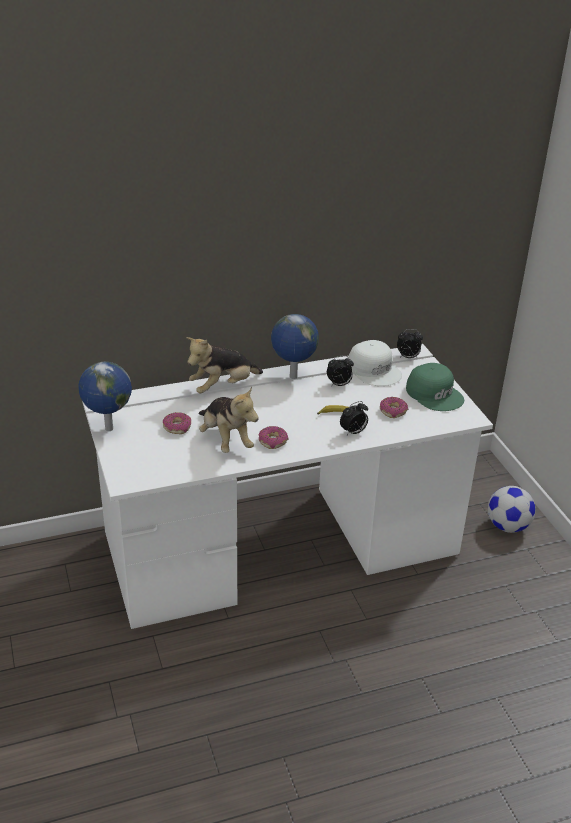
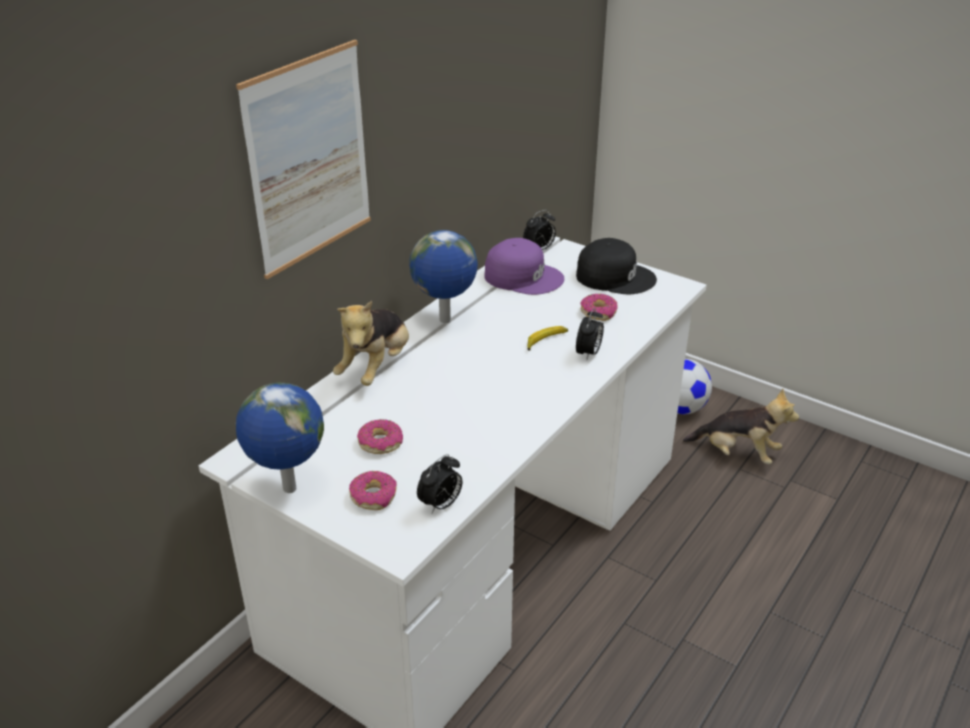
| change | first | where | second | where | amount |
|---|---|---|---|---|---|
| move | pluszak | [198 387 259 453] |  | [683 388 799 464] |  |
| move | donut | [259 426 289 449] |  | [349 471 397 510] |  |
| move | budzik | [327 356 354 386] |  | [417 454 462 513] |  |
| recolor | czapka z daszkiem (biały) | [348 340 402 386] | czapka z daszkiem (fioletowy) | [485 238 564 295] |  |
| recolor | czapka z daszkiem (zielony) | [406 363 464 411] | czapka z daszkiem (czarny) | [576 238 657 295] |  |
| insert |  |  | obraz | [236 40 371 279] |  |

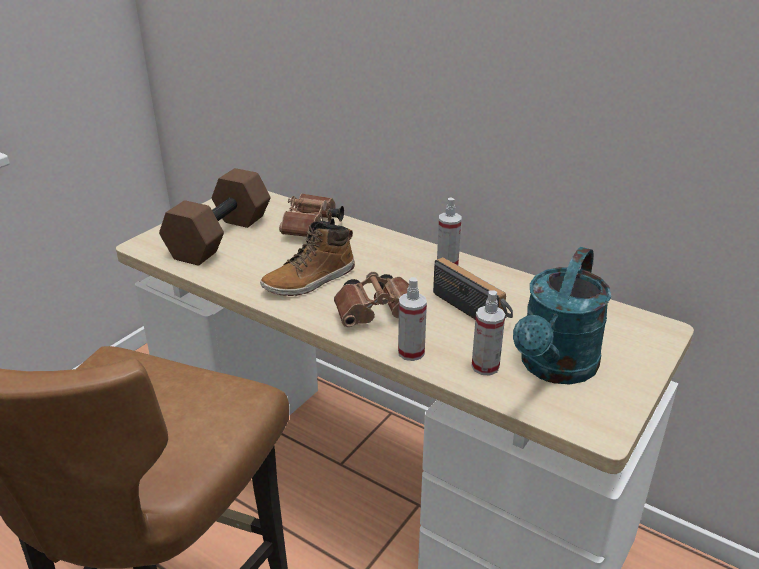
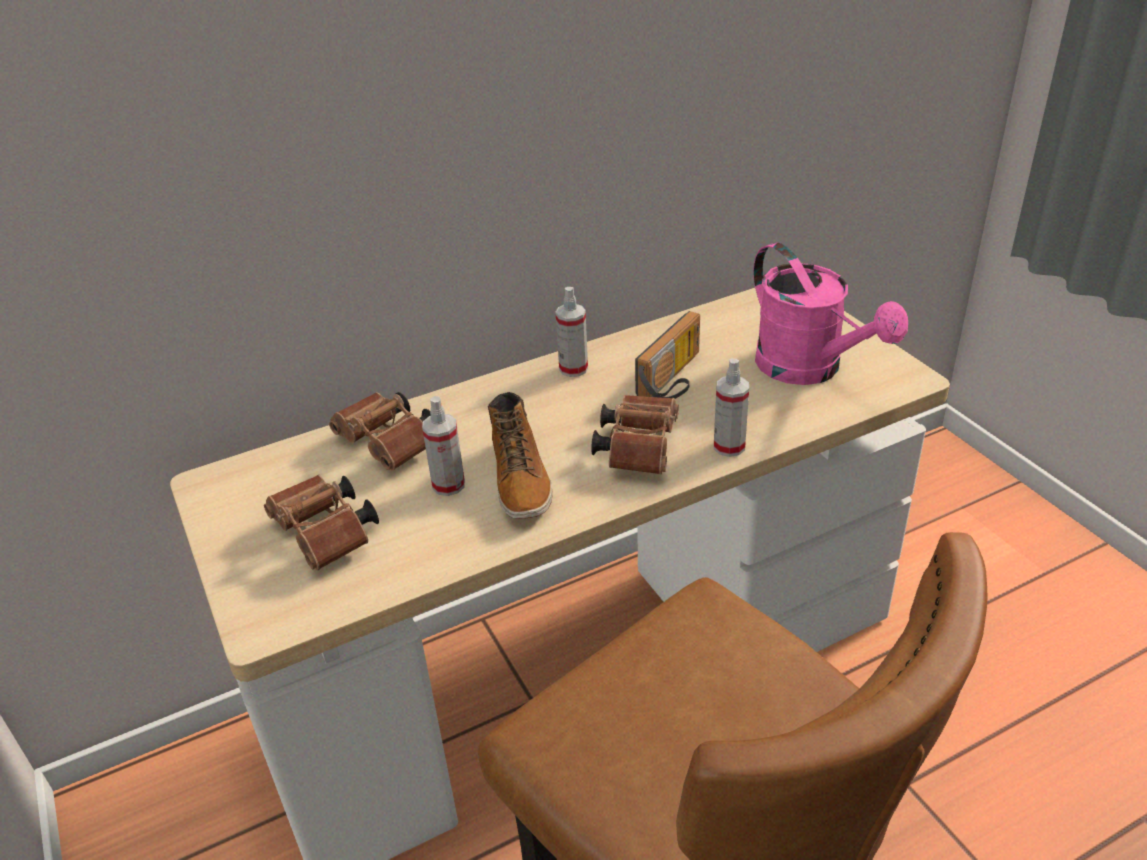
| change | first | where | second | where | amount |
|---|---|---|---|---|---|
| replace | hantel (brązowy) | [159 168 270 266] | lornetka (brązowy) | [264 475 379 570] |  |
| rotate | radio | [433 257 513 319] |  | [635 311 700 399] | 135 degrees clockwise |
| move | spryskiwacz | [472 290 505 375] |  | [422 396 465 496] |  |
| recolor | konewka (turkusowy) | [513 247 611 385] | konewka (różowy) | [753 243 908 385] |  |

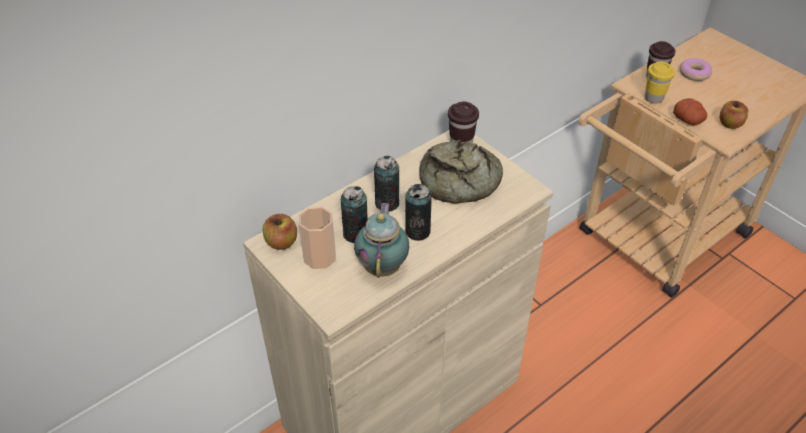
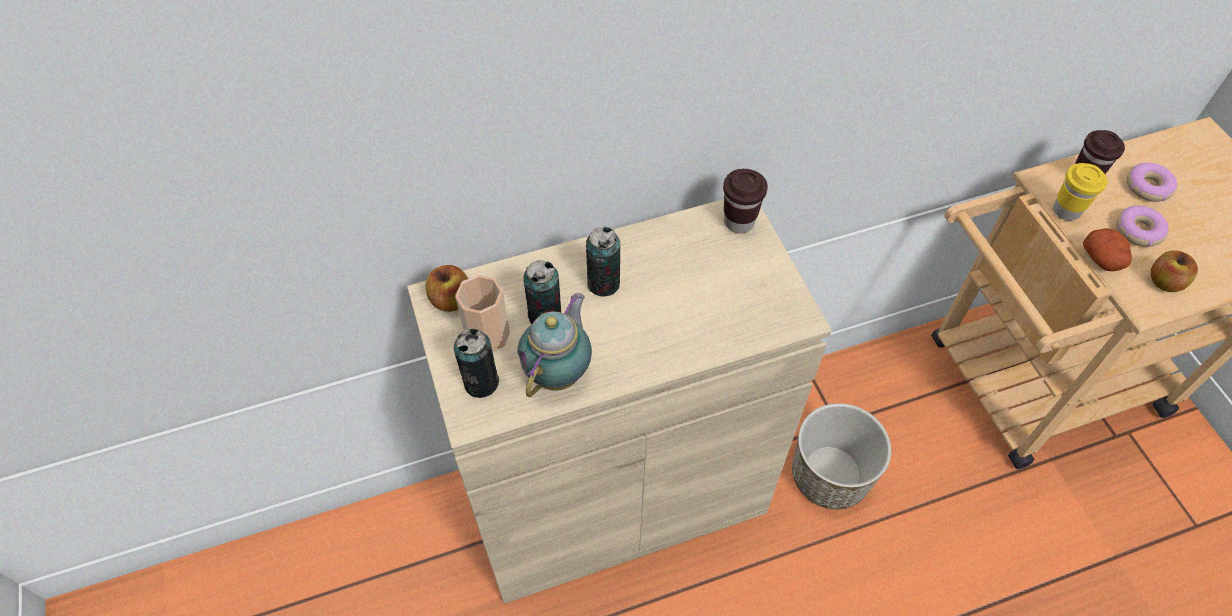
| change | first | where | second | where | amount |
|---|---|---|---|---|---|
| move | puszka | [405 184 432 241] |  | [454 328 499 398] |  |
| delete | chleb | [419 140 503 203] |  |  |  |
| insert |  |  | donica | [792 403 891 509] |  |
| insert |  |  | donut | [1116 205 1169 247] |  |

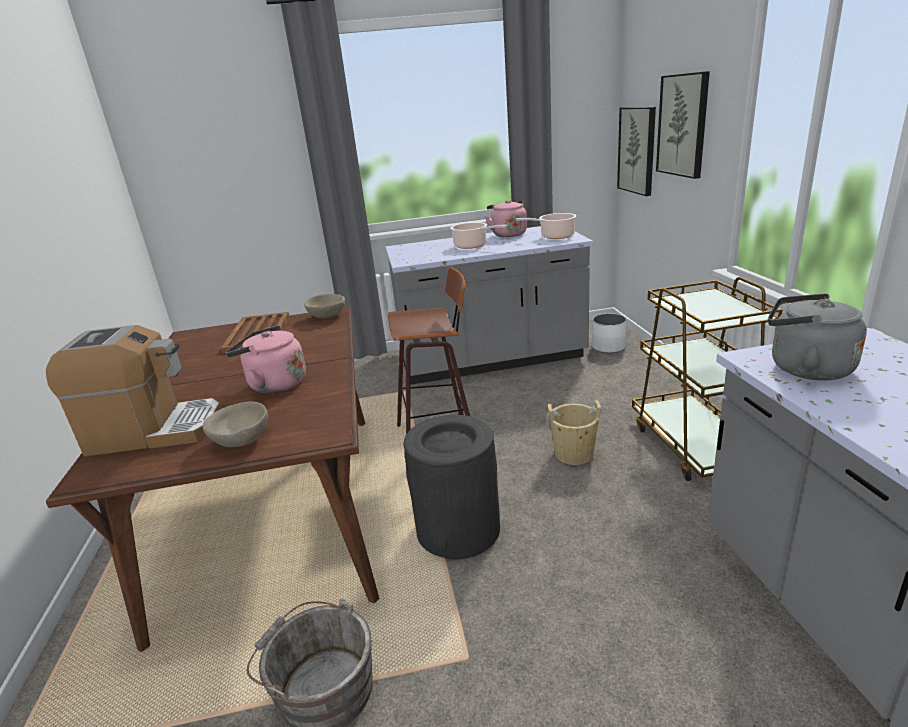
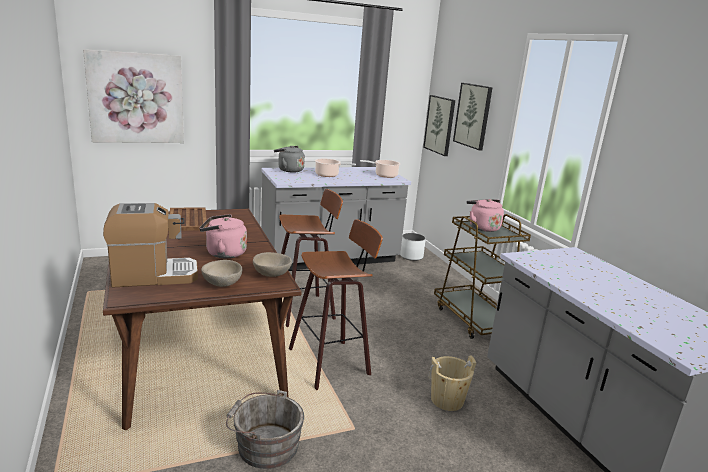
| change | first | where | second | where | amount |
|---|---|---|---|---|---|
| move | miska (beżowy) | [304 294 345 318] |  | [253 252 292 277] |  |
| replace | kosz na śmieci (czarny) | [403 415 500 560] | stołek | [289 219 383 390] |  |
| move | czajnik (różowy) | [485 200 527 237] |  | [467 199 504 232] |  |
| move | wiadro (beżowy) | [546 400 602 465] |  | [429 355 476 411] |  |
| move | czajnik (szary) | [768 294 867 380] |  | [274 146 305 172] |  |
| insert |  |  | obraz | [83 49 184 143] |  |

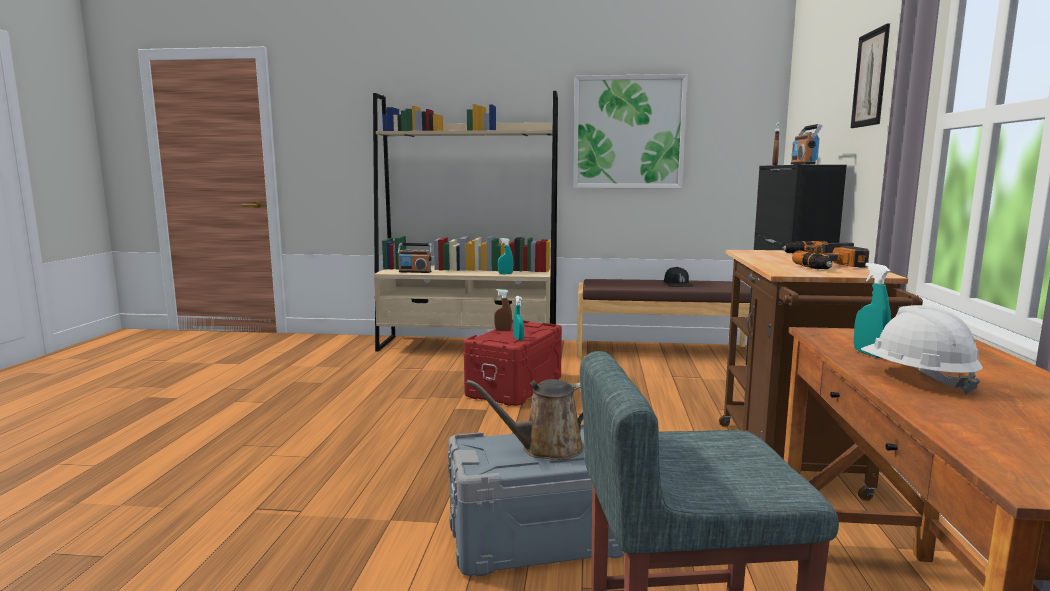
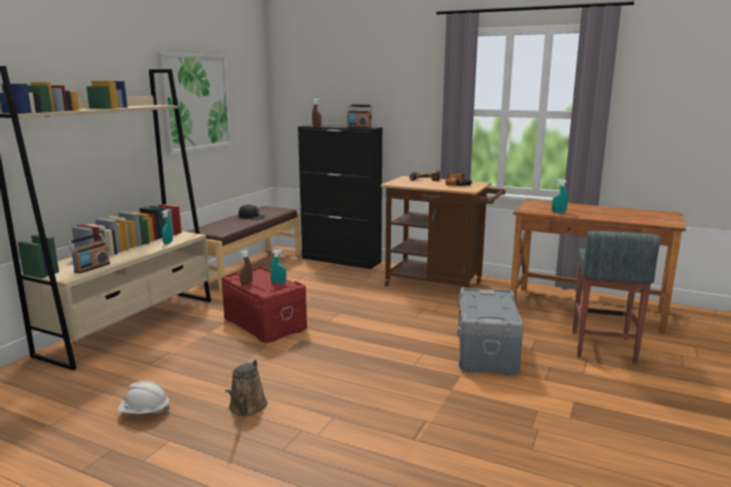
| change | first | where | second | where | amount |
|---|---|---|---|---|---|
| move | konewka (brązowy) | [466 379 584 460] |  | [225 359 268 416] |  |
| delete | obraz | [851 23 890 128] |  |  |  |
| move | kask (biały) | [861 305 983 394] |  | [118 381 170 414] |  |

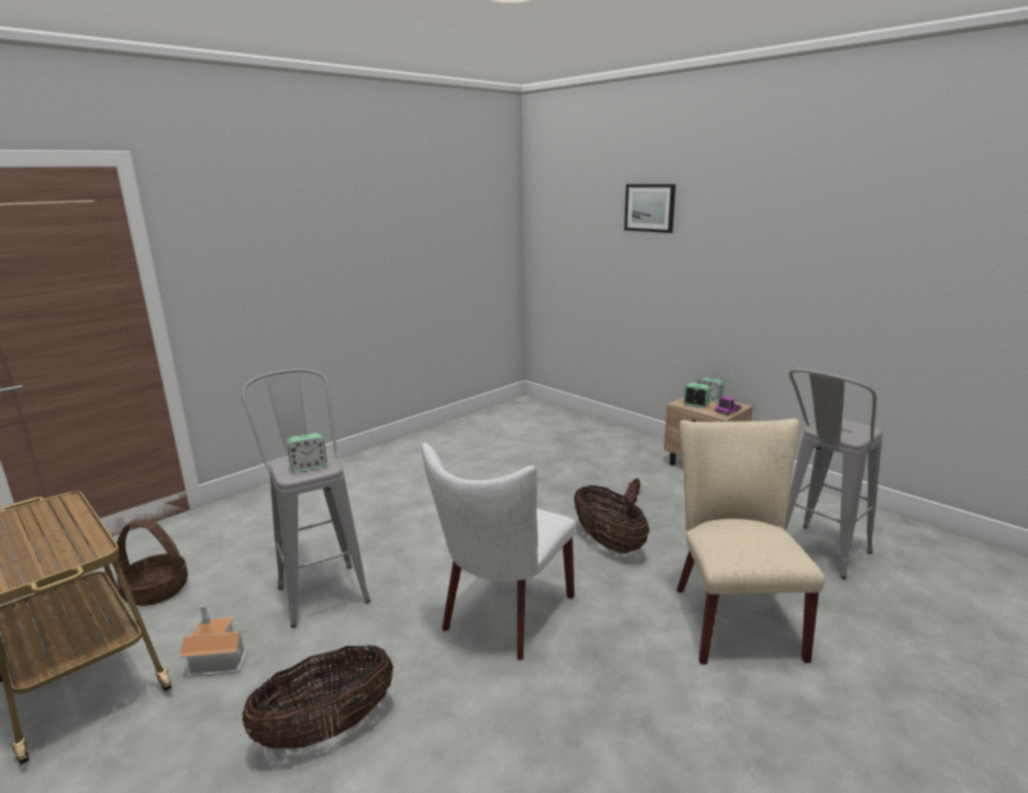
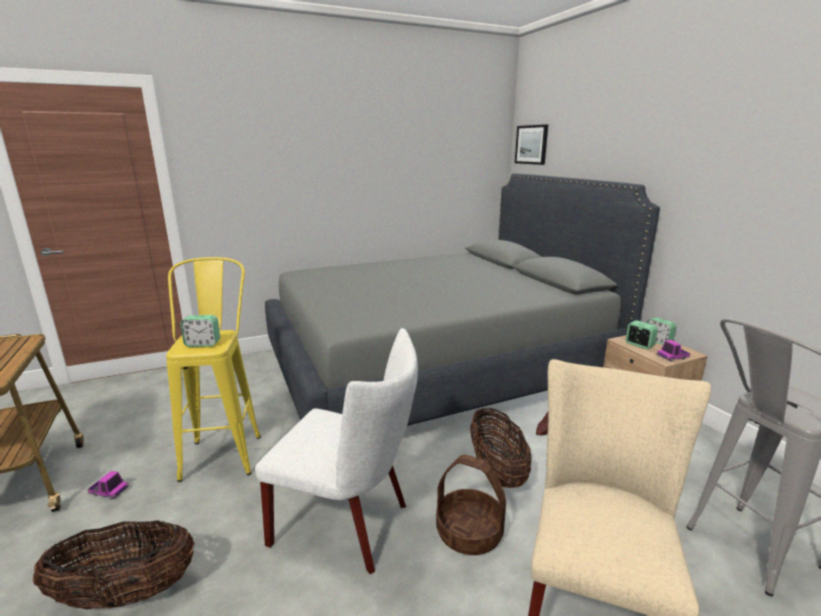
| change | first | where | second | where | amount |
|---|---|---|---|---|---|
| move | koszyk | [117 519 188 606] |  | [436 455 506 555] |  |
| replace | domek | [179 603 247 677] | ciężarówka zabawkowa | [87 471 129 499] |  |
| recolor | stołek (szary) | [242 369 371 628] | stołek (żółty) | [166 257 261 482] |  |
| rotate | krzesło (biały) | [422 442 576 660] |  | [255 328 418 574] | 120 degrees counterclockwise |
| move | obraz | [624 184 676 233] |  | [515 124 548 165] |  |
| insert |  |  | łóżko (szary) | [265 173 660 426] |  |

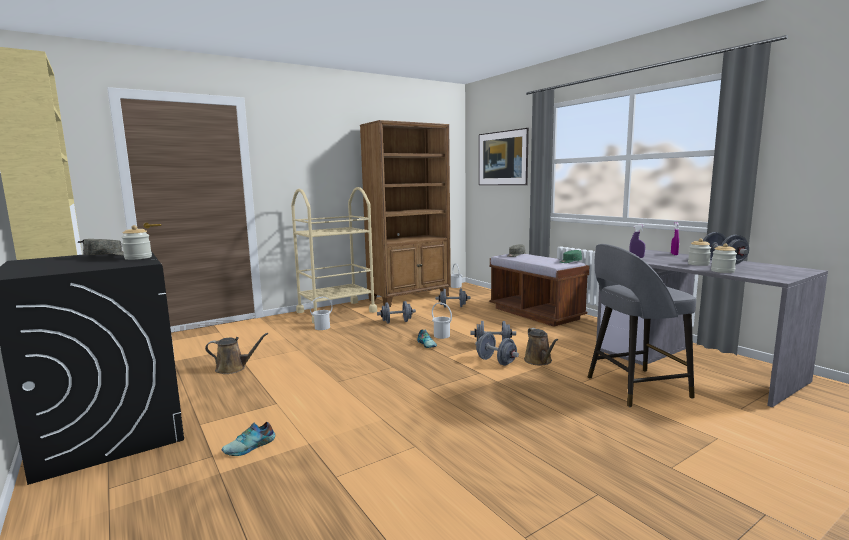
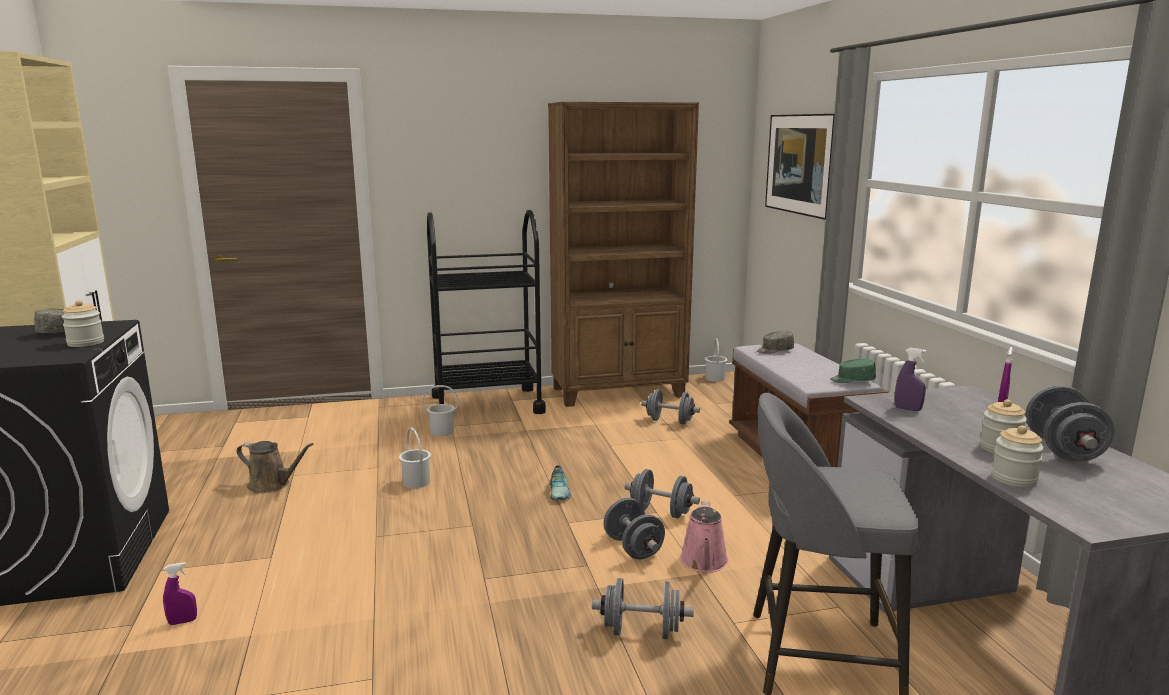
| change | first | where | second | where | amount |
|---|---|---|---|---|---|
| replace | but | [222 422 275 456] | spryskiwacz (fioletowy) | [163 562 197 625] |  |
| recolor | wózek (beżowy) | [291 187 377 323] | wózek (czarny) | [427 210 546 414] |  |
| move | hantel (szary) | [377 301 416 324] |  | [592 578 694 639] |  |
| move | wiadro (biały) | [432 303 452 339] |  | [399 428 431 488] |  |
| recolor | konewka (brązowy) | [524 328 558 365] | konewka (różowy) | [680 501 729 573] |  |

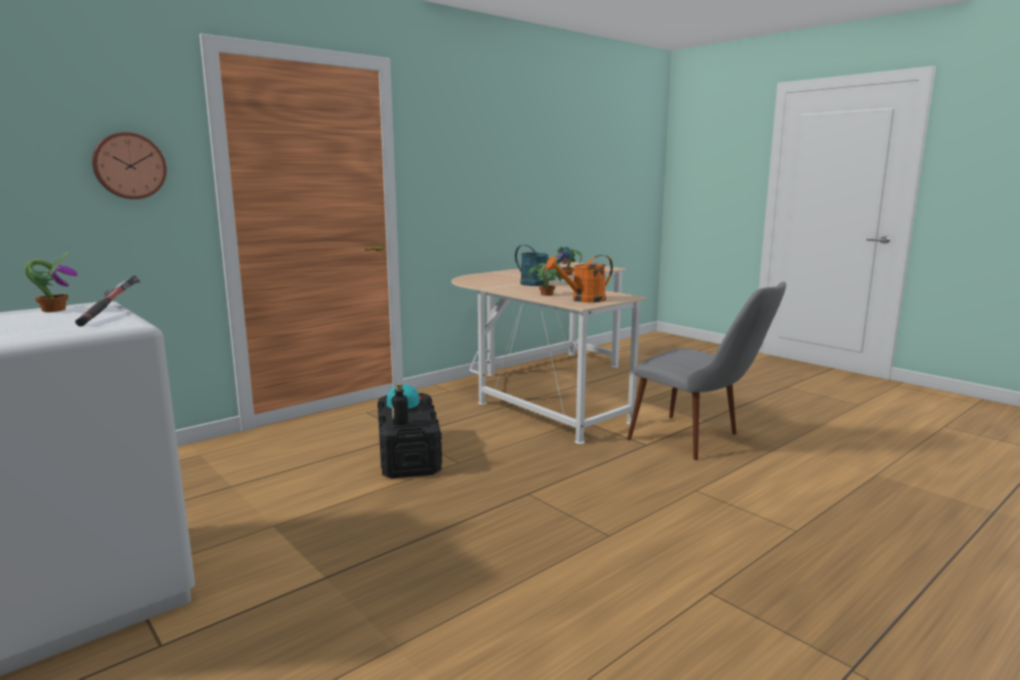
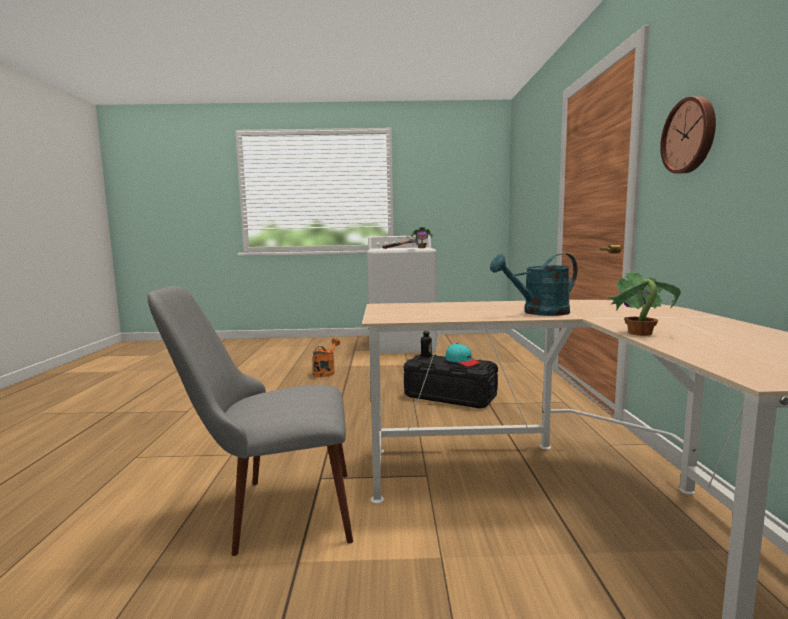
| change | first | where | second | where | amount |
|---|---|---|---|---|---|
| move | zegar ścienny | [92 132 167 199] |  | [660 97 716 174] |  |
| delete | roślina doniczkowa | [529 263 563 296] |  |  |  |
| move | konewka (pomarańczowy) | [546 255 613 303] |  | [313 338 340 377] |  |

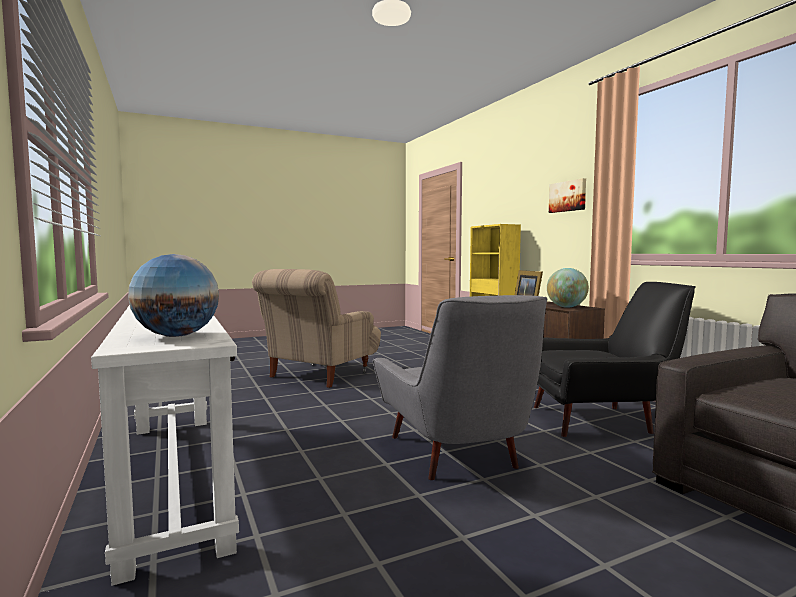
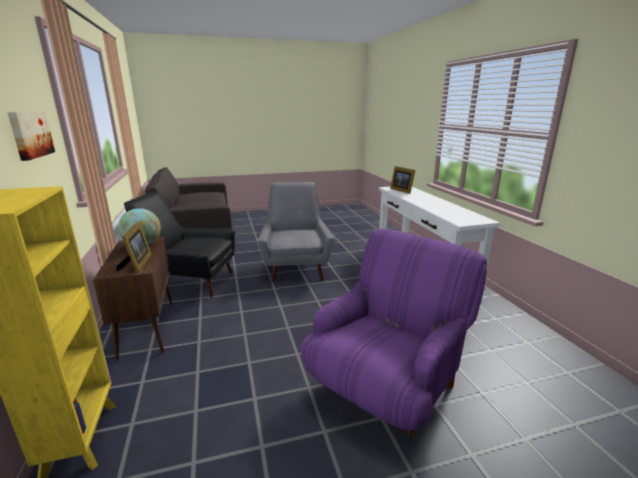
| change | first | where | second | where | amount |
|---|---|---|---|---|---|
| replace | globus | [128 254 219 337] | ramka na zdjęcie | [390 166 415 194] |  |
| recolor | fotel (beżowy) | [252 269 381 388] | fotel (fioletowy) | [301 229 487 439] |  |

